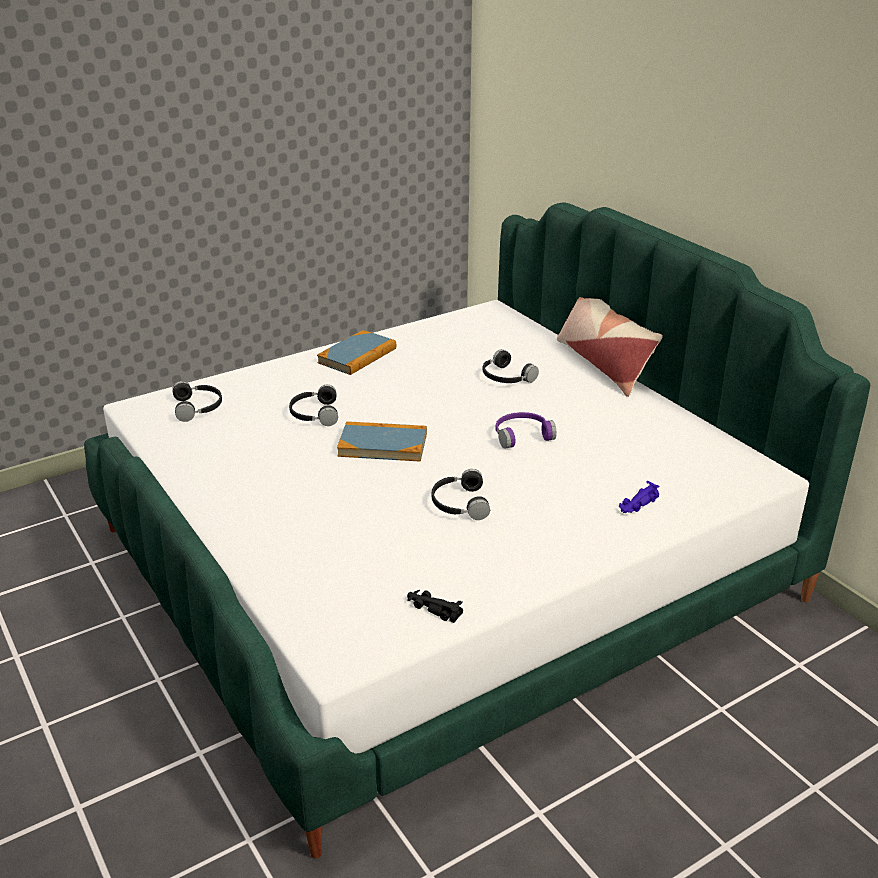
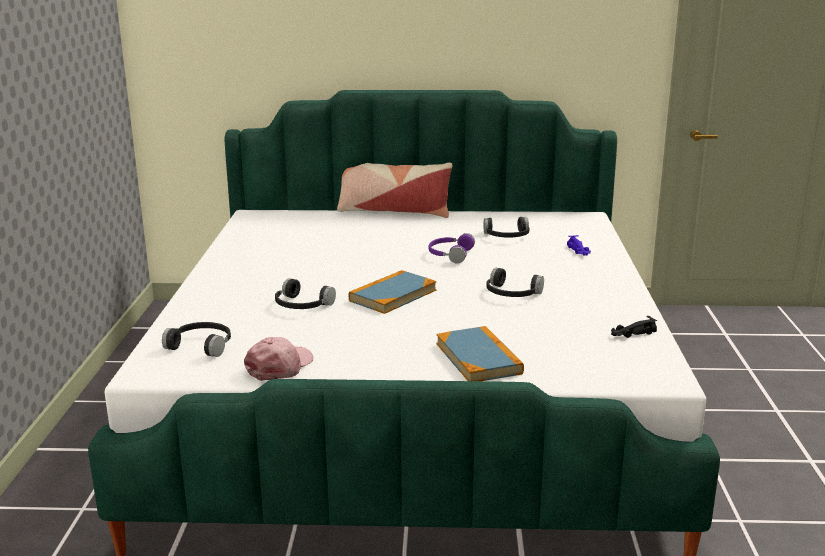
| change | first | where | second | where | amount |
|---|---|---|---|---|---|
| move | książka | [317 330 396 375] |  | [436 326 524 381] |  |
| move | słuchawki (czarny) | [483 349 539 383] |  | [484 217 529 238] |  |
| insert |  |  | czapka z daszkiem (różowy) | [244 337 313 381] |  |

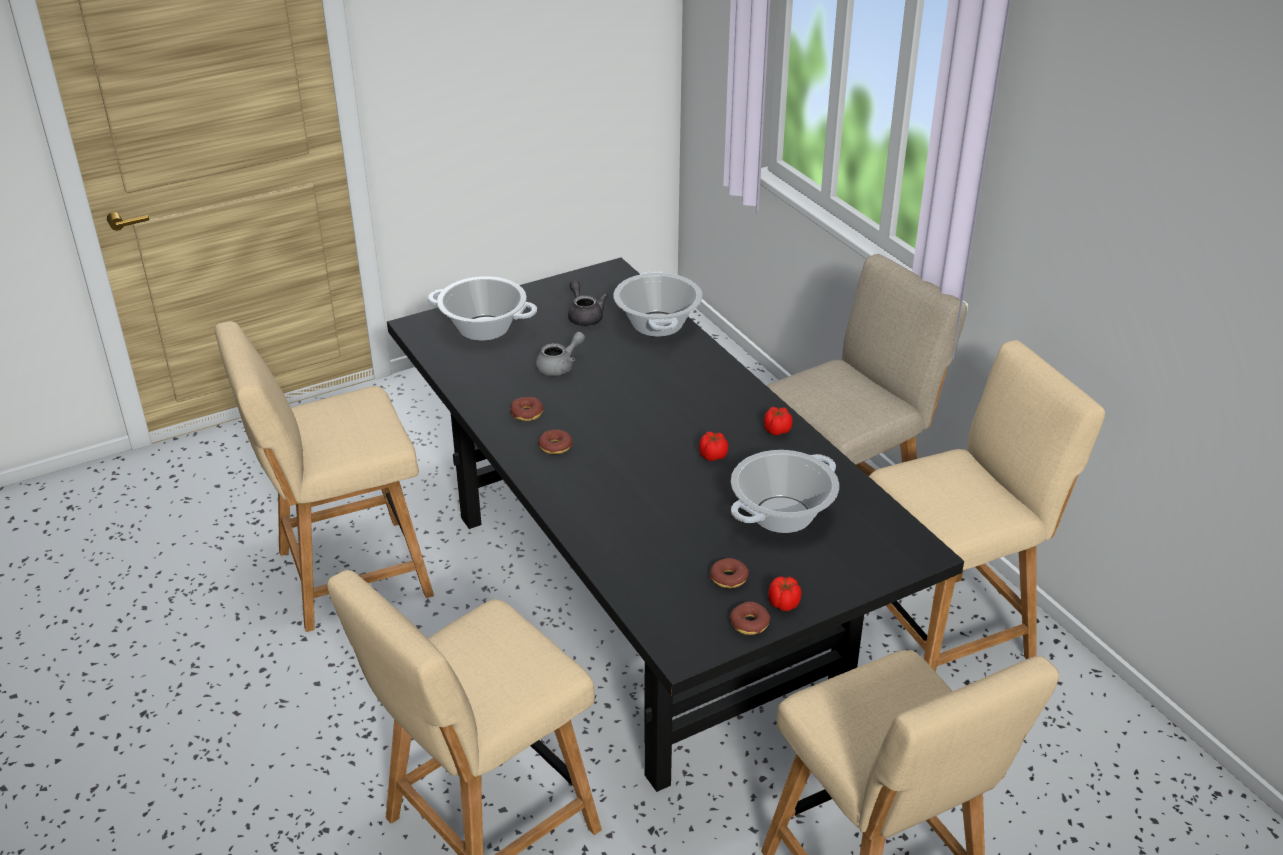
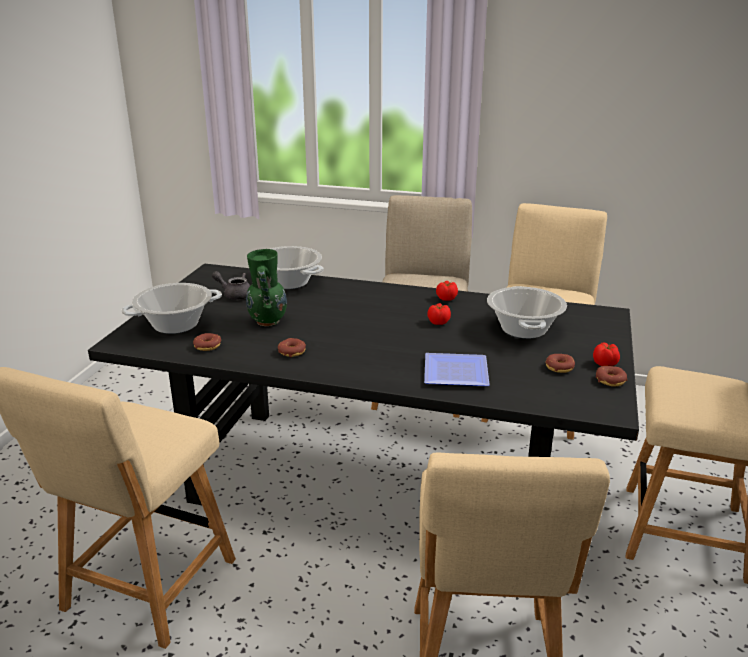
| change | first | where | second | where | amount |
|---|---|---|---|---|---|
| replace | imbryk (szary) | [536 332 585 376] | wazon (zielony) | [246 249 287 326] |  |
| move | donut | [538 429 572 454] |  | [193 333 221 351] |  |
| insert |  |  | talerz | [424 353 490 386] |  |

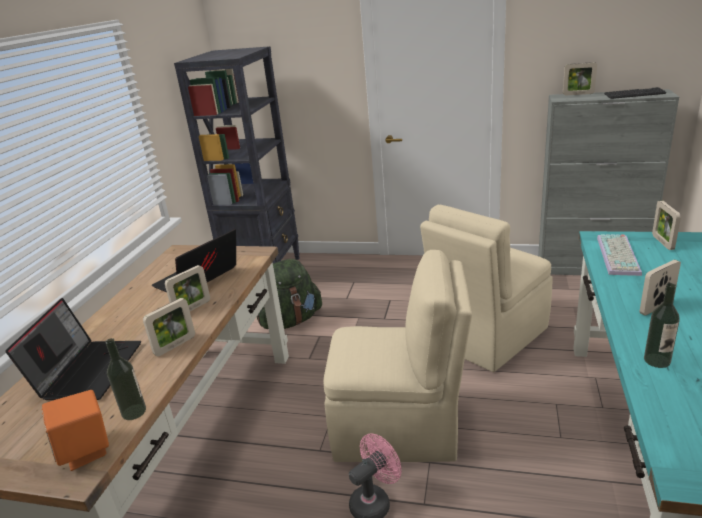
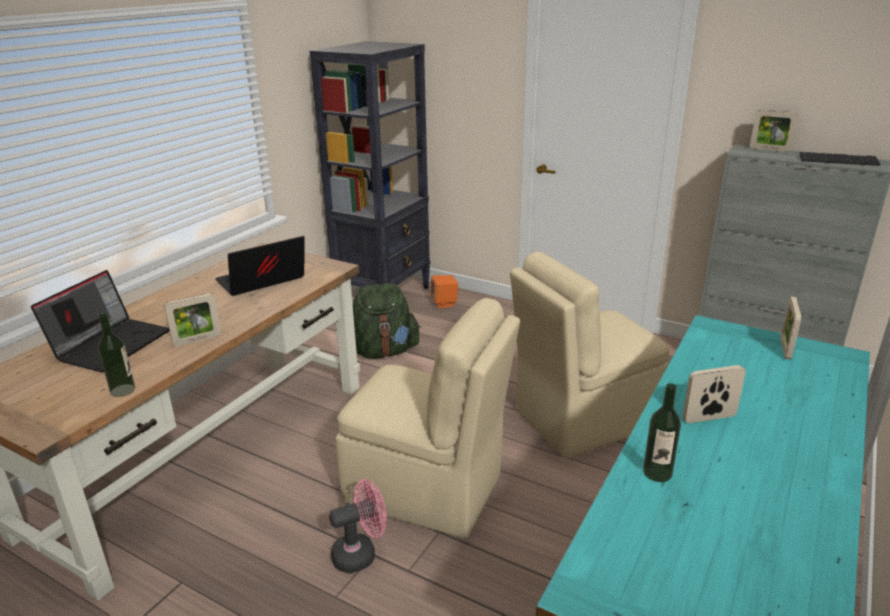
| change | first | where | second | where | amount |
|---|---|---|---|---|---|
| move | głośnik (pomarańczowy) | [42 390 109 471] |  | [430 275 458 309] |  |
| delete | ramka na zdjęcie | [165 265 210 311] |  |  |  |
| delete | klawiatura | [597 234 642 276] |  |  |  |

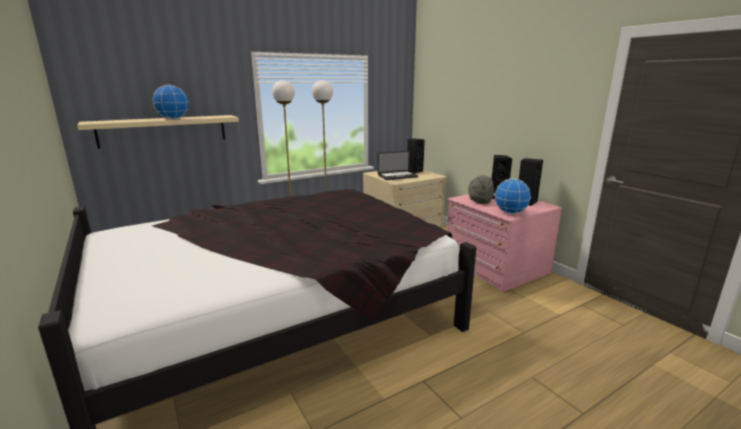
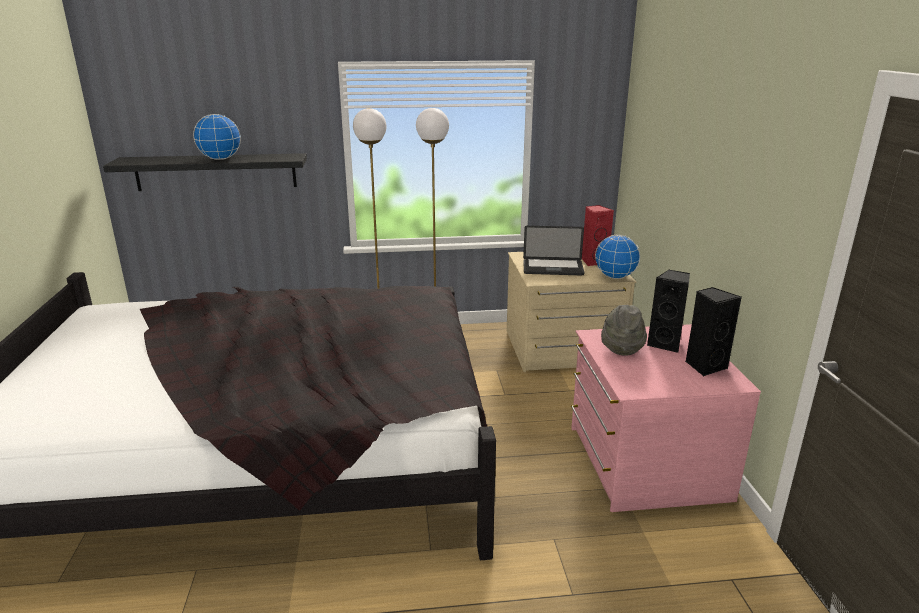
| change | first | where | second | where | amount |
|---|---|---|---|---|---|
| recolor | półka (beżowy) | [77 115 239 149] | półka (czarny) | [103 153 307 191] |  |
| recolor | głośnik (czarny) | [407 138 425 174] | głośnik (czerwony) | [582 205 614 266] |  |
| move | globus | [494 178 531 214] |  | [595 235 640 279] |  |

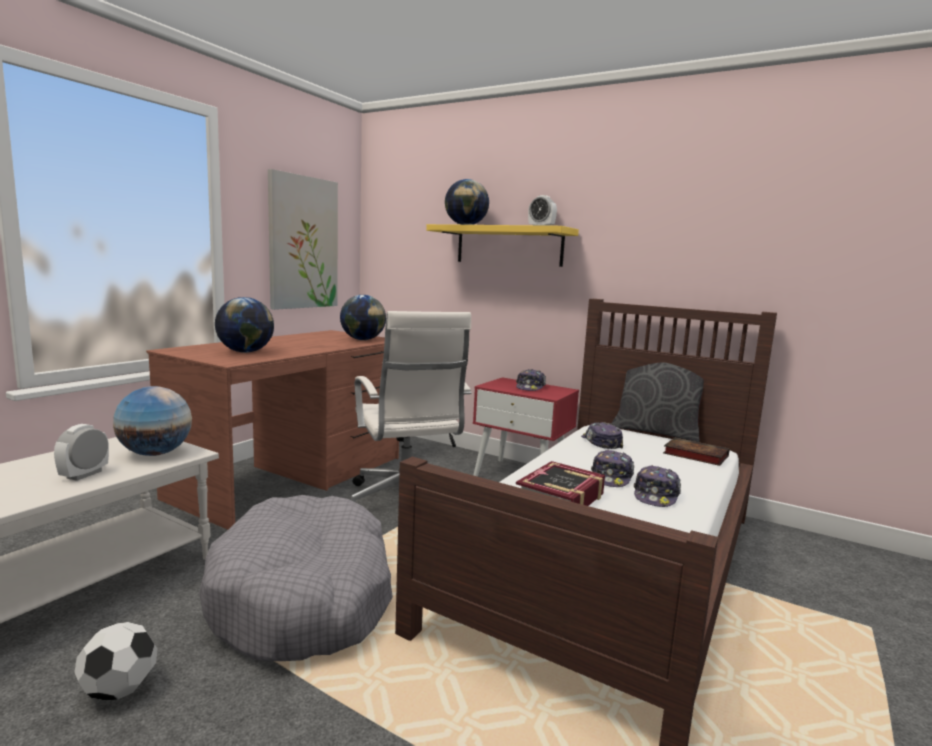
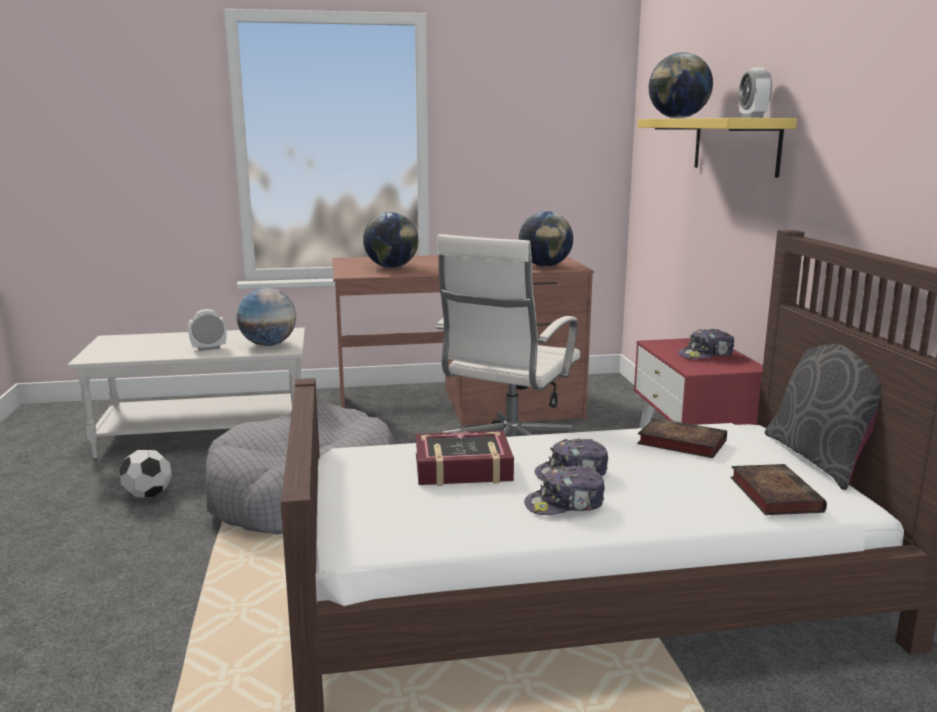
| change | first | where | second | where | amount |
|---|---|---|---|---|---|
| delete | obraz | [268 169 338 310] |  |  |  |
| replace | czapka z daszkiem | [581 422 624 449] | książka | [637 418 727 458] |  |

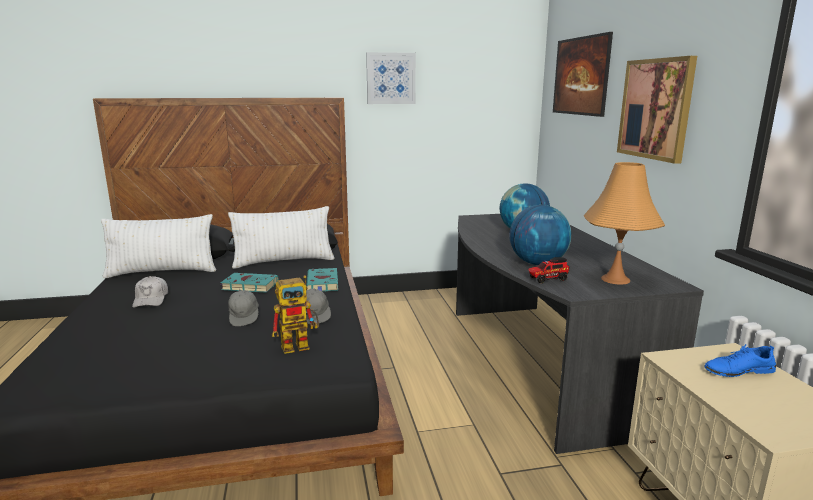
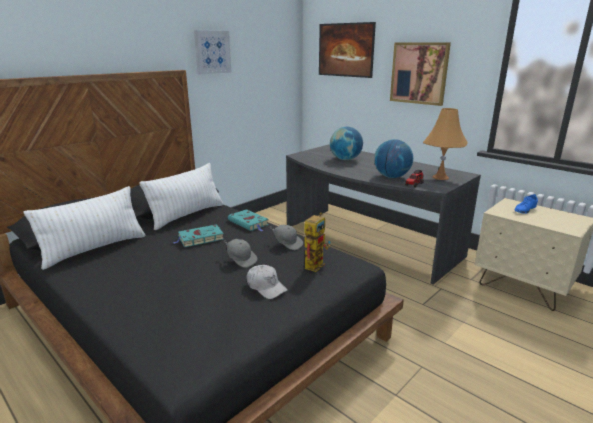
| change | first | where | second | where | amount |
|---|---|---|---|---|---|
| move | czapka z daszkiem (biały) | [132 276 168 308] |  | [247 265 288 299] |  |

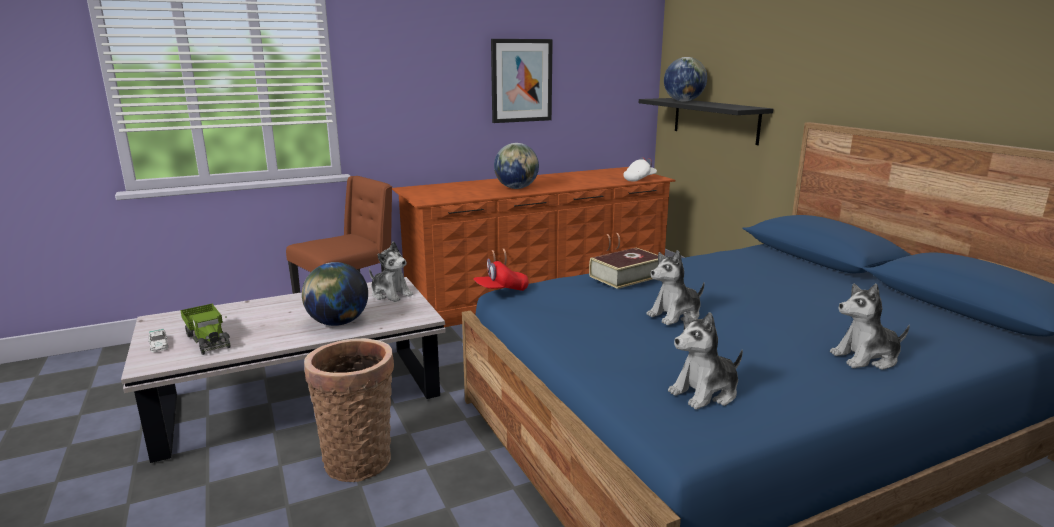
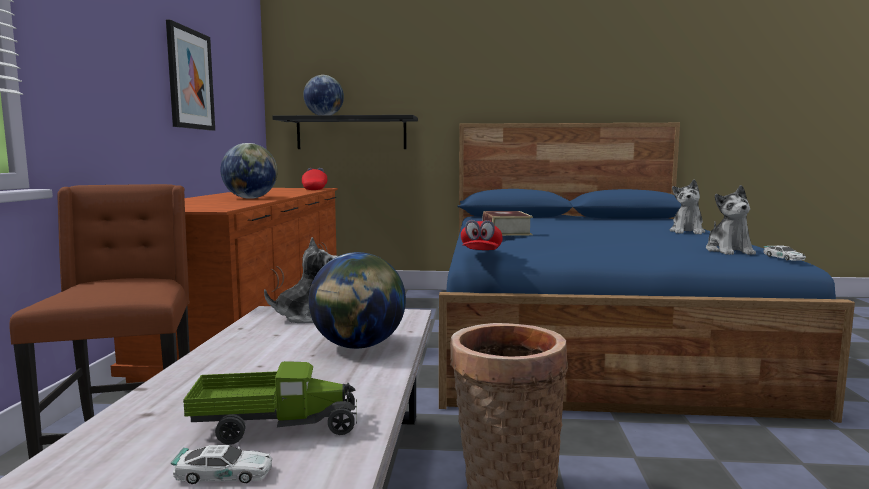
| change | first | where | second | where | amount |
|---|---|---|---|---|---|
| recolor | czapka z daszkiem (biały) | [624 157 657 181] | czapka z daszkiem (czerwony) | [302 168 327 190] |  |
| delete | pluszak | [646 250 704 325] |  |  |  |
| insert |  |  | samochodzik | [764 245 806 261] |  |

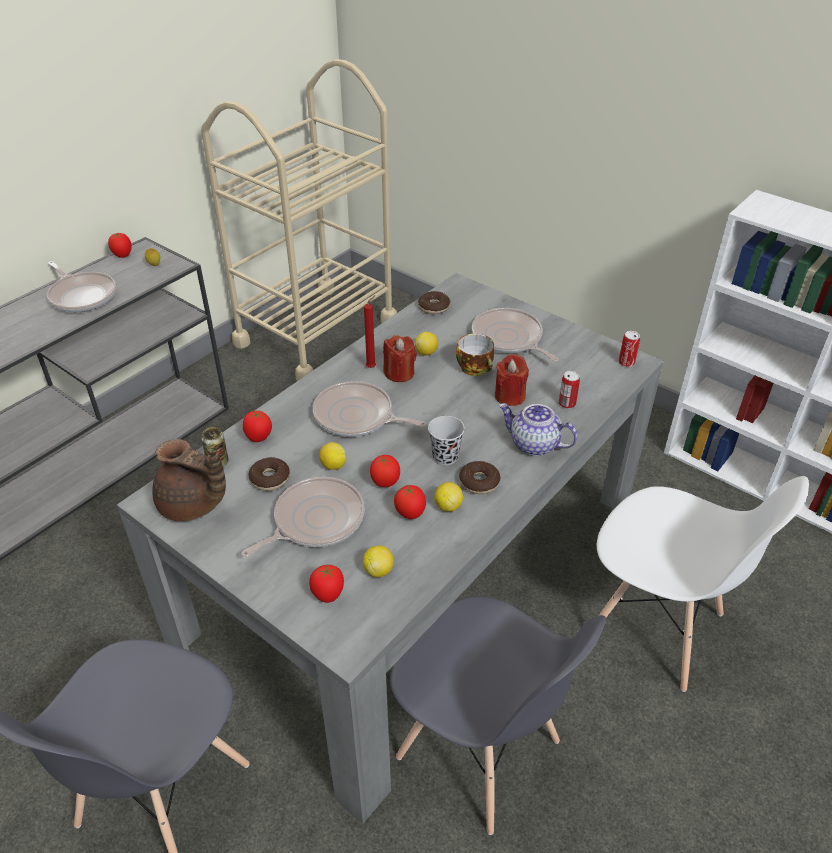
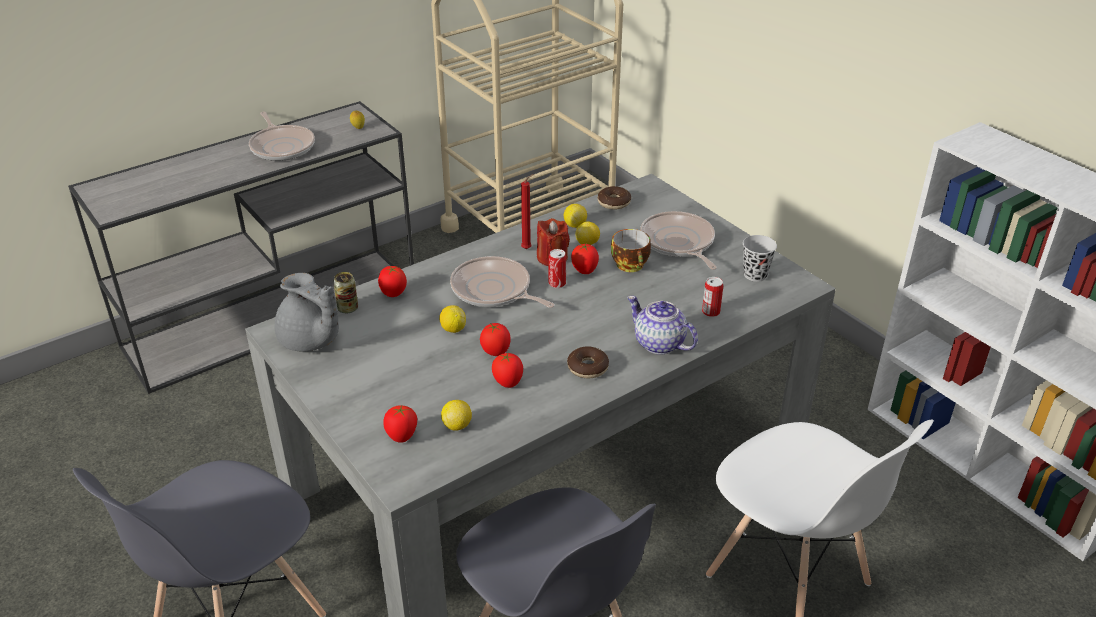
| change | first | where | second | where | amount |
|---|---|---|---|---|---|
| move | pomidor | [108 232 132 258] |  | [571 244 599 274] |  |
| recolor | imbryk (brązowy) | [152 439 226 521] | imbryk (szary) | [274 273 339 352] |  |
| delete | patelnia | [241 477 364 557] |  |  |  |
| delete | donut | [248 457 290 491] |  |  |  |
| move | filiżanka (czarny) | [428 416 465 465] |  | [743 235 777 282] |  |
| move | cytryna | [434 482 463 512] |  | [564 204 587 228] |  |
| delete | świeca (czerwony) | [495 354 529 406] |  |  |  |
| move | puszka | [619 331 640 367] |  | [549 249 566 288] |  |

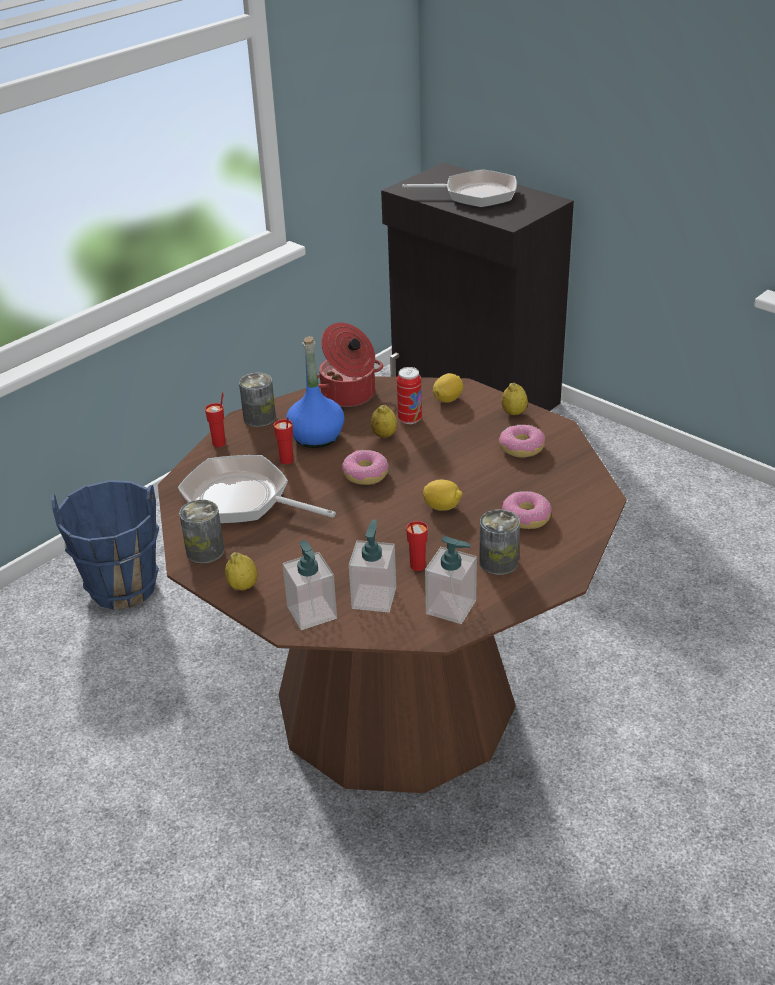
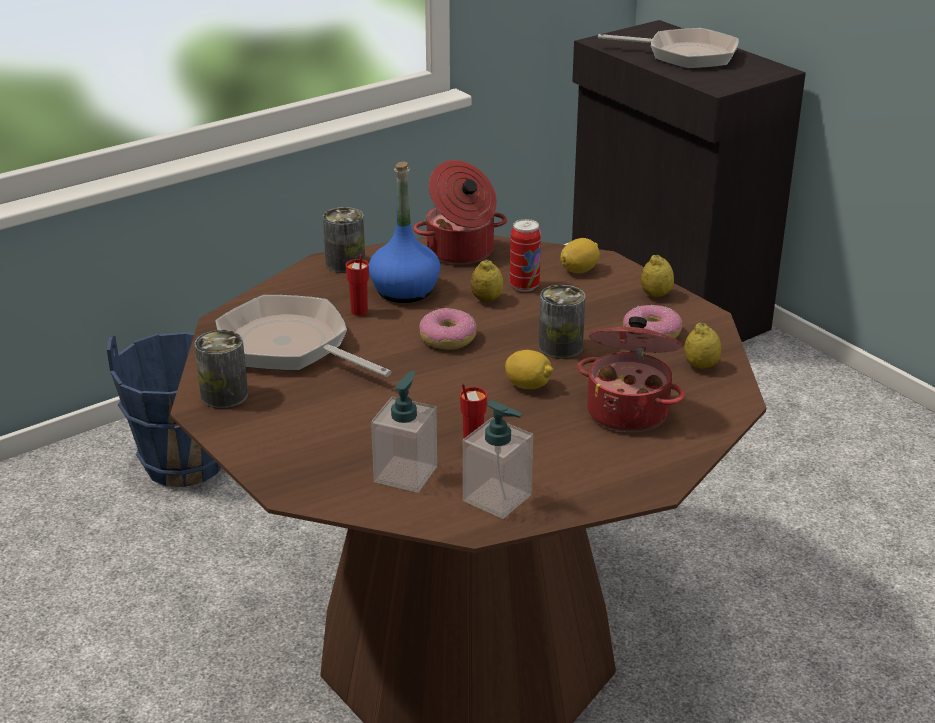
| change | first | where | second | where | amount |
|---|---|---|---|---|---|
| delete | filiżanka (czerwony) | [205 392 226 447] |  |  |  |
| move | cytryna | [225 552 258 590] |  | [684 323 721 369] |  |
| delete | dozownik mydła | [283 540 337 630] |  |  |  |
| move | puszka | [479 509 520 575] |  | [539 285 585 359] |  |
| replace | donut | [502 491 551 529] | garnek | [578 317 685 432] |  |

